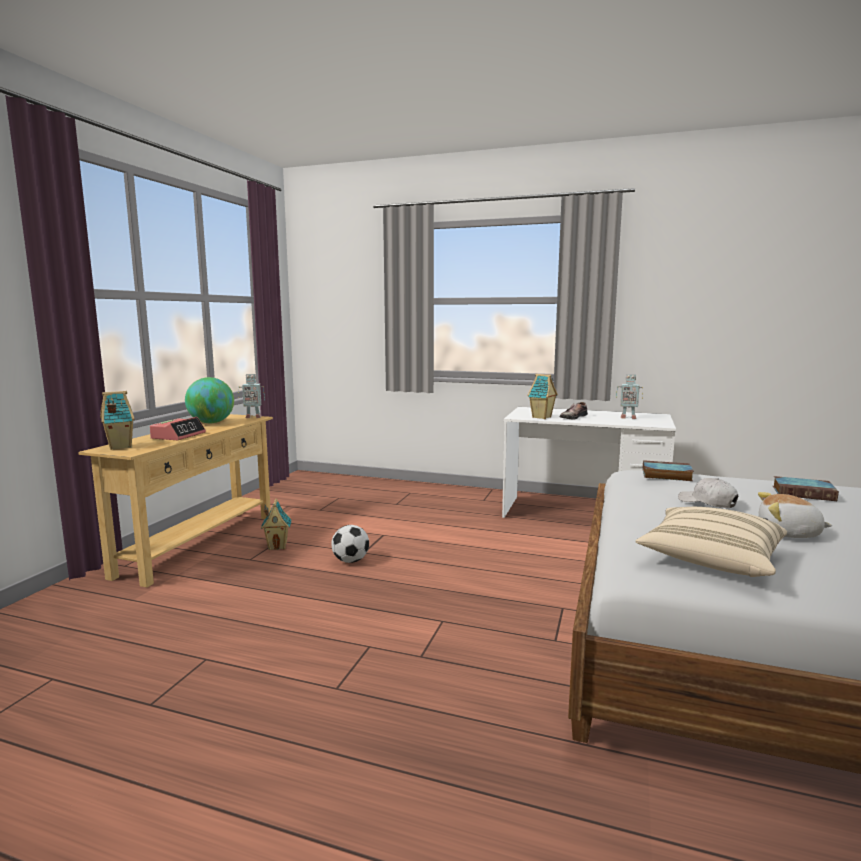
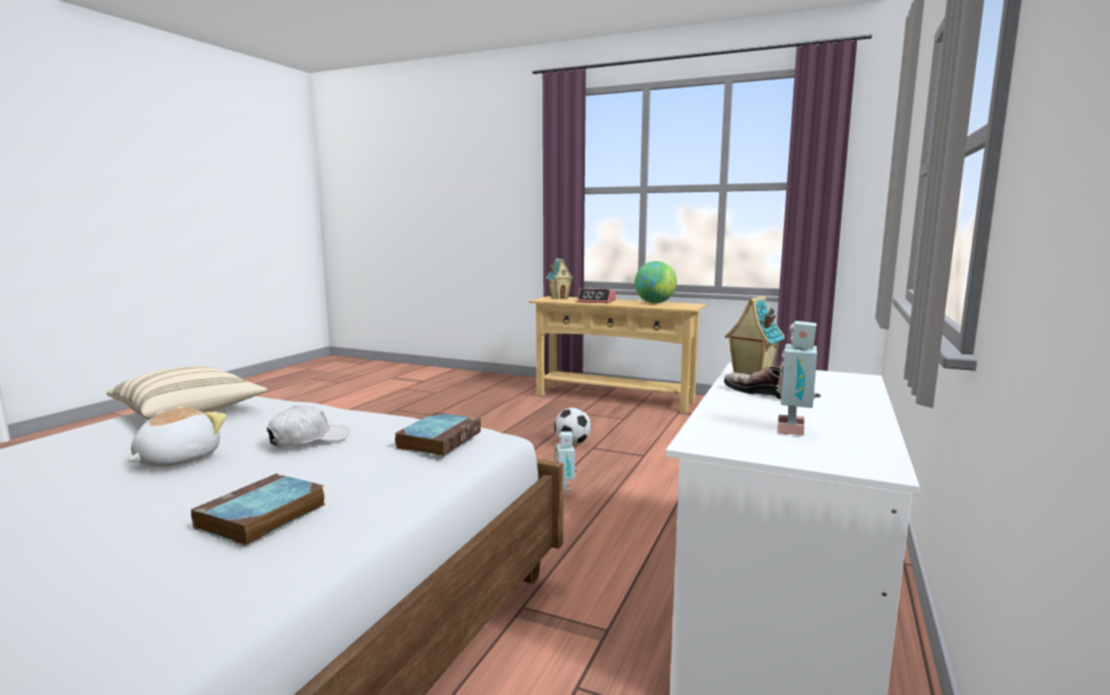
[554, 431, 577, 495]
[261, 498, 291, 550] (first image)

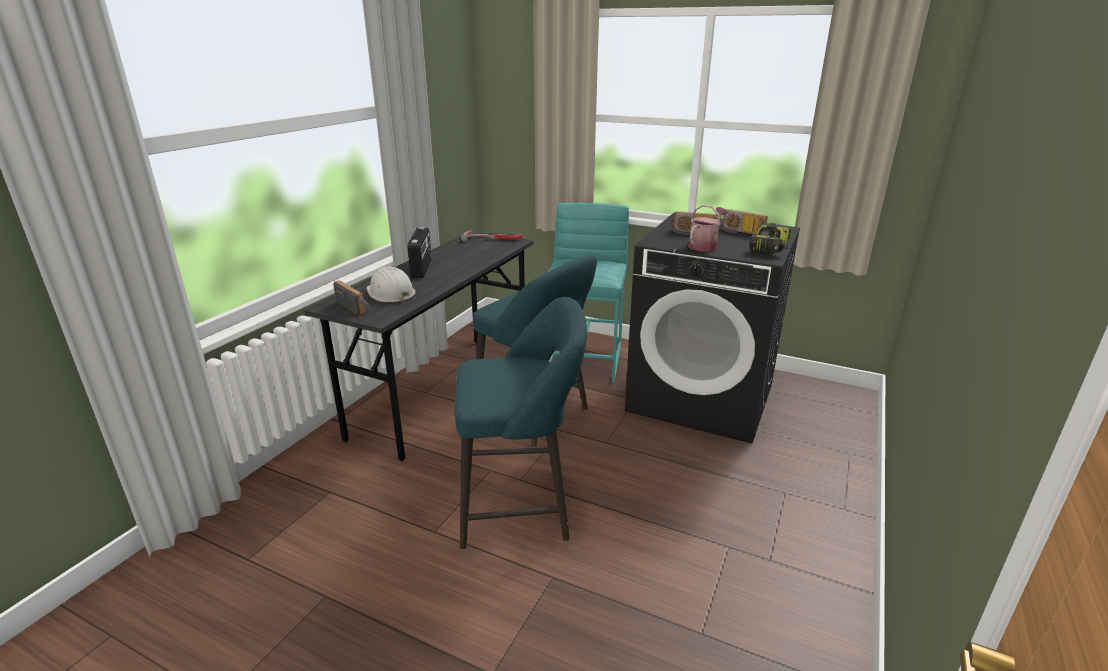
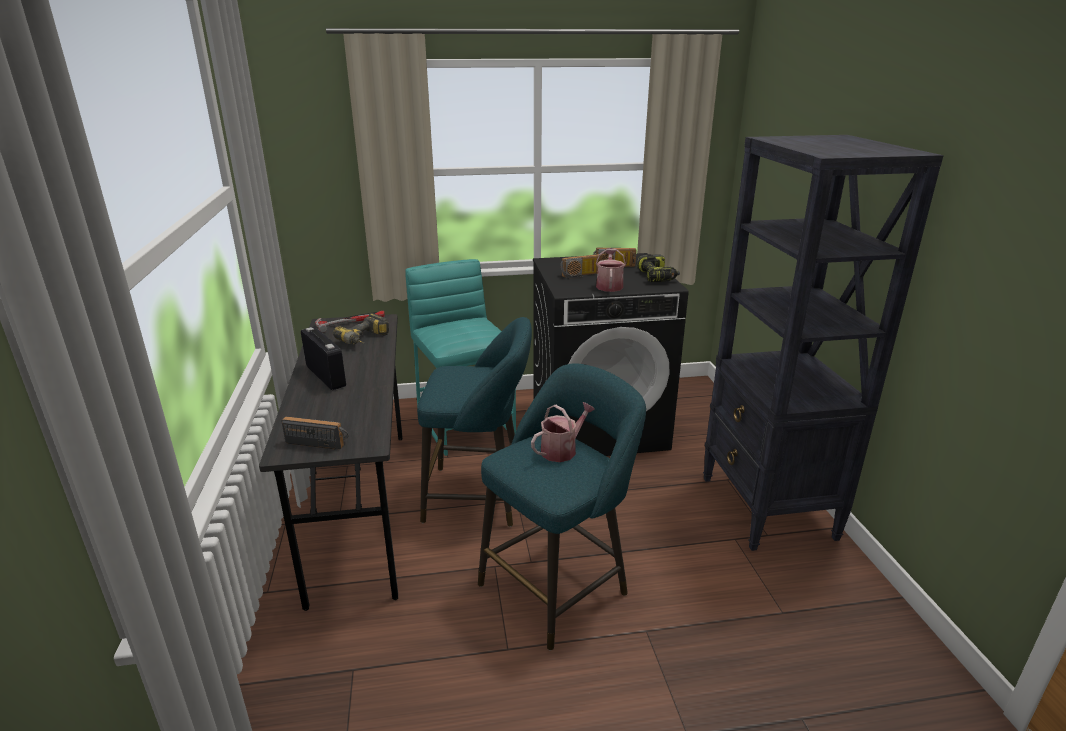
[367, 266, 416, 303] (first image)
[333, 313, 389, 345]
[531, 402, 595, 462]
[703, 135, 944, 551]

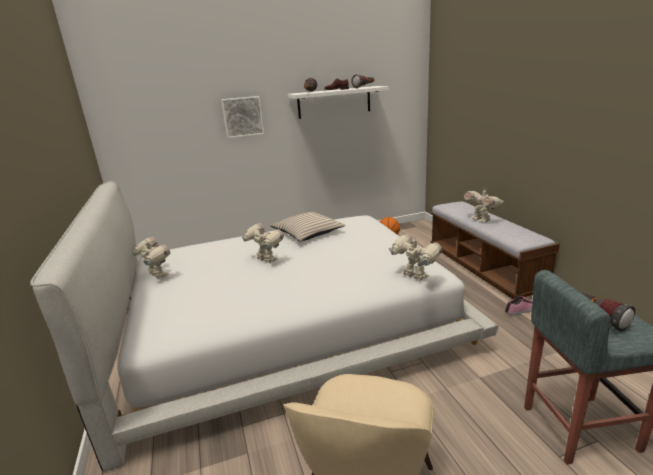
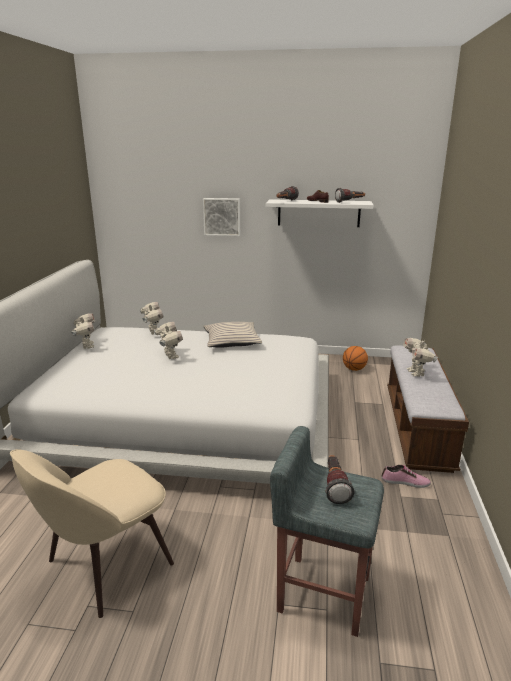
[140, 302, 163, 335]

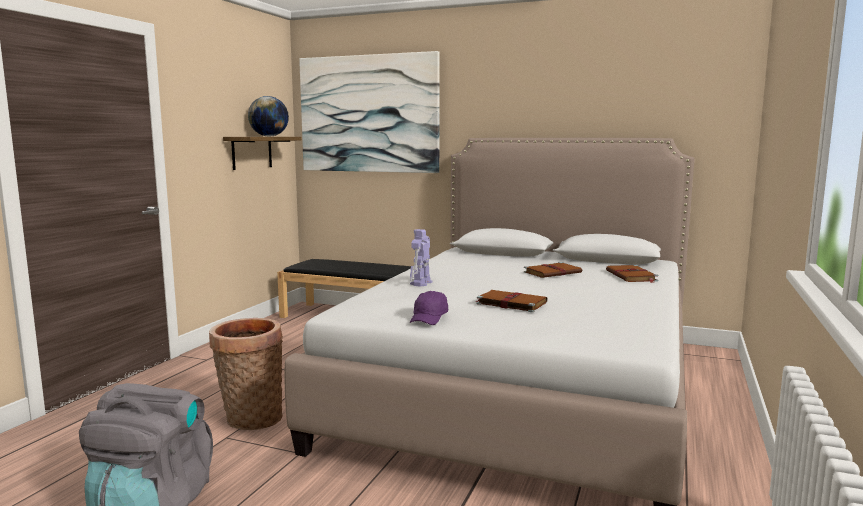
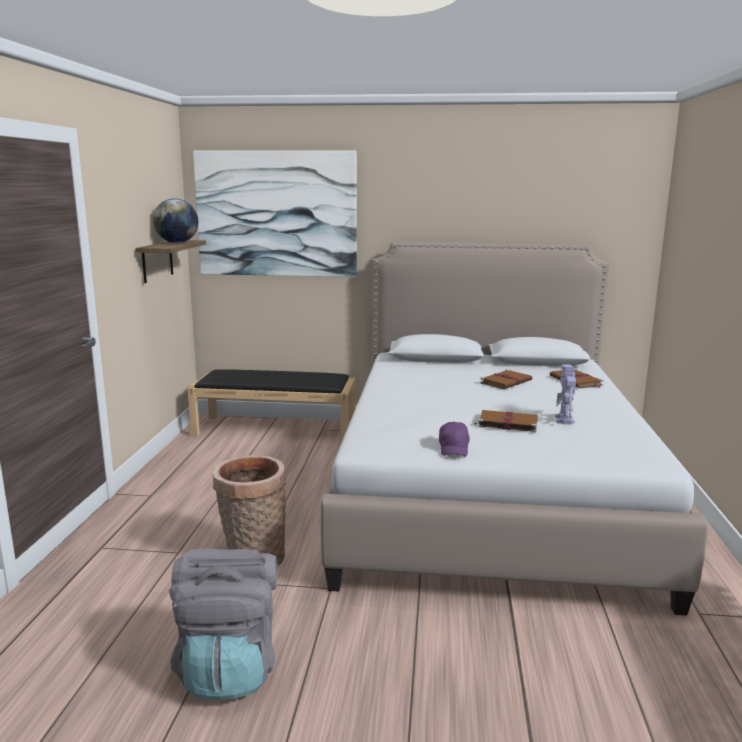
[554, 364, 576, 425]

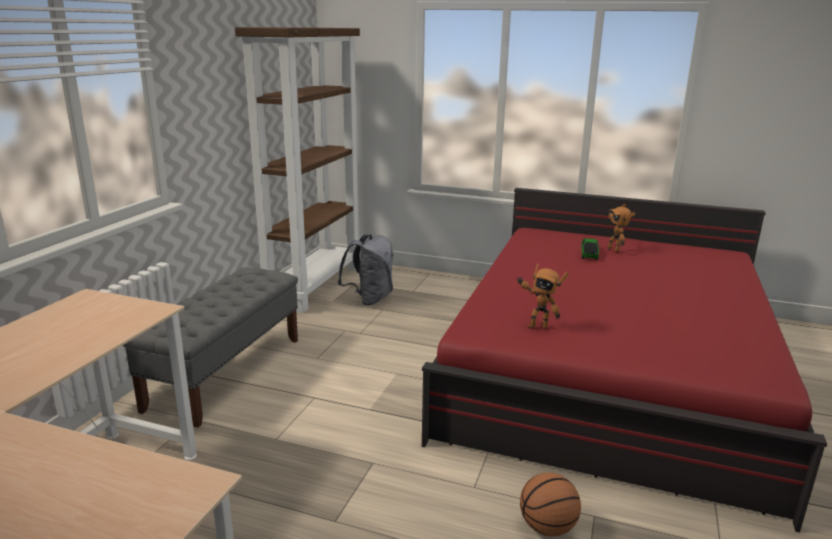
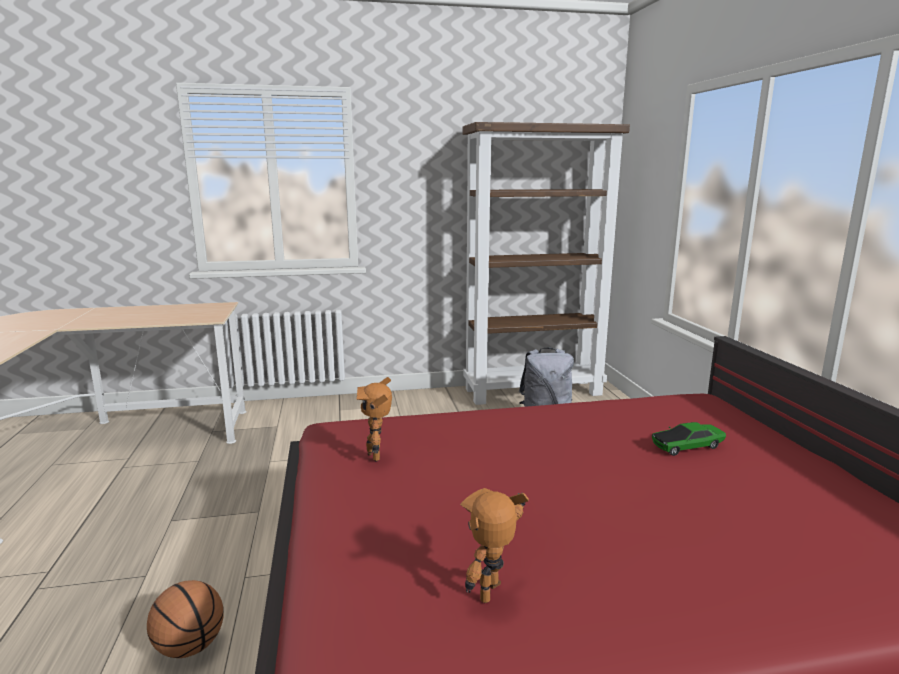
[123, 267, 298, 428] (first image)
[460, 488, 529, 603]

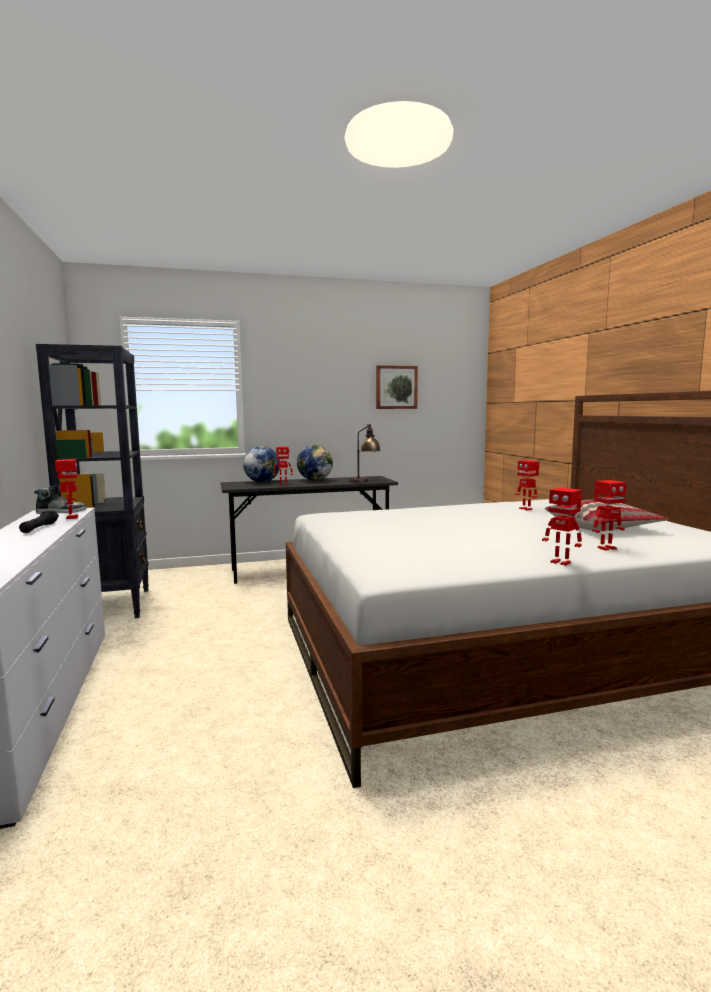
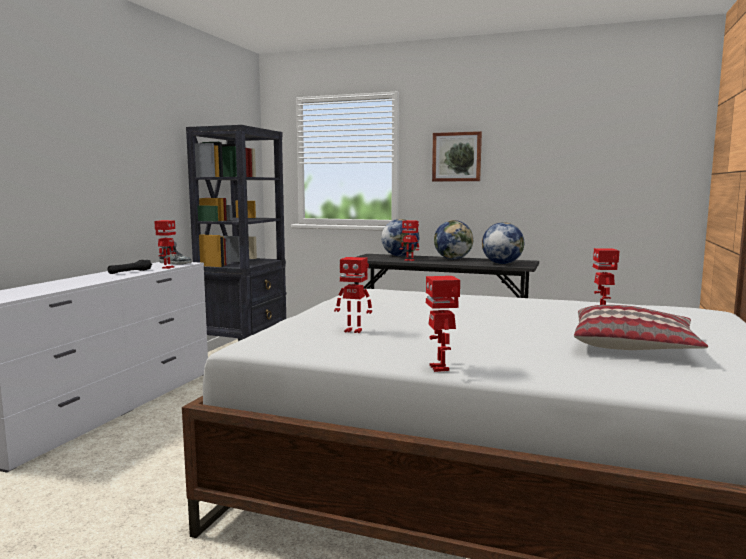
[482, 222, 524, 264]
[432, 131, 482, 181]
[334, 257, 372, 333]

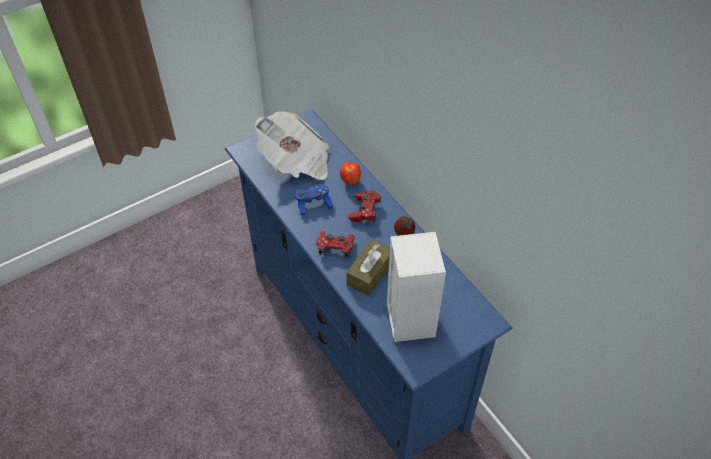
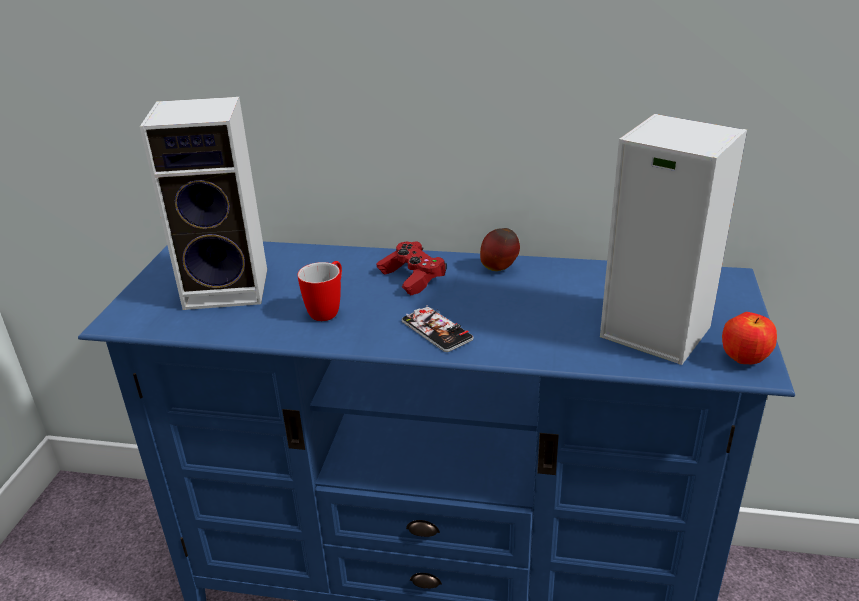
[140, 97, 267, 310]
[297, 261, 342, 321]
[402, 305, 474, 352]
[722, 312, 777, 364]
[346, 239, 390, 296] (first image)

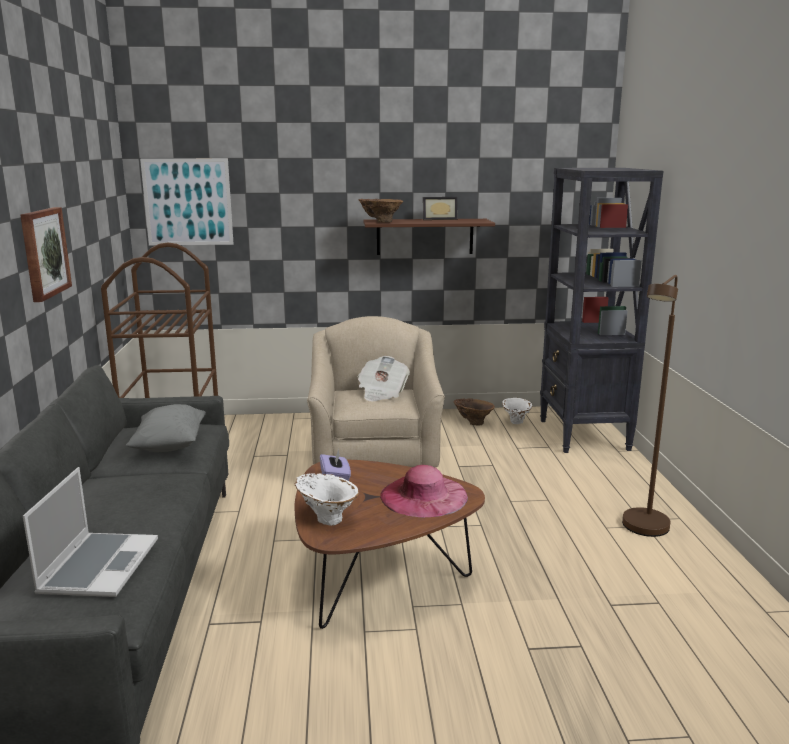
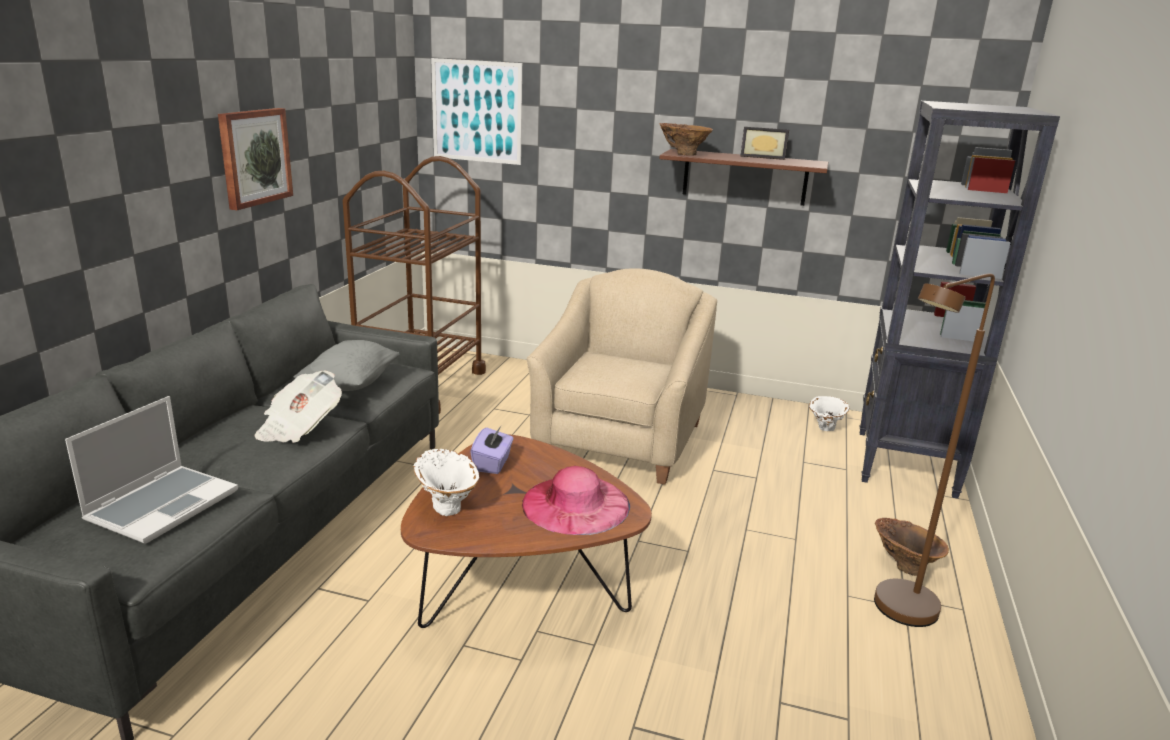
[254, 371, 342, 443]
[875, 518, 949, 576]

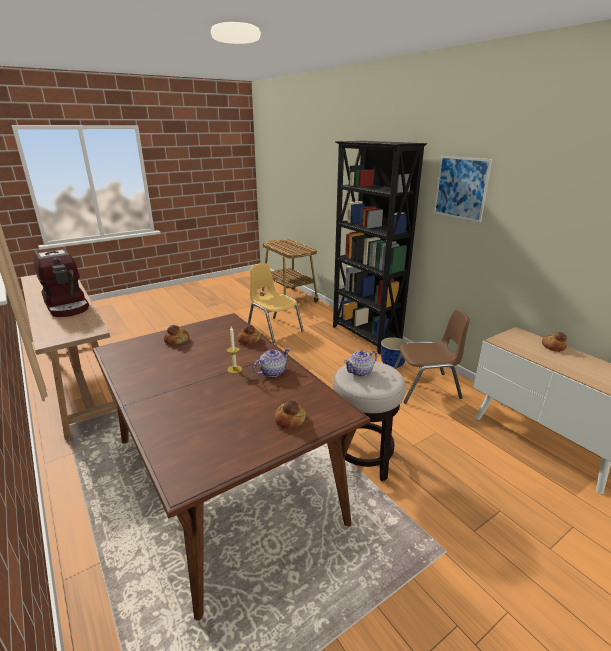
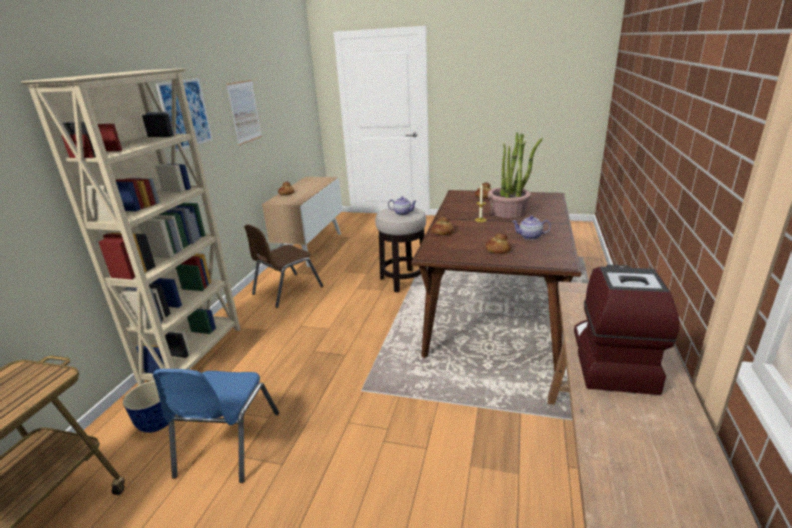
[153, 369, 279, 483]
[512, 215, 551, 240]
[21, 68, 240, 385]
[123, 381, 168, 433]
[244, 224, 323, 308]
[226, 80, 262, 146]
[488, 132, 543, 218]

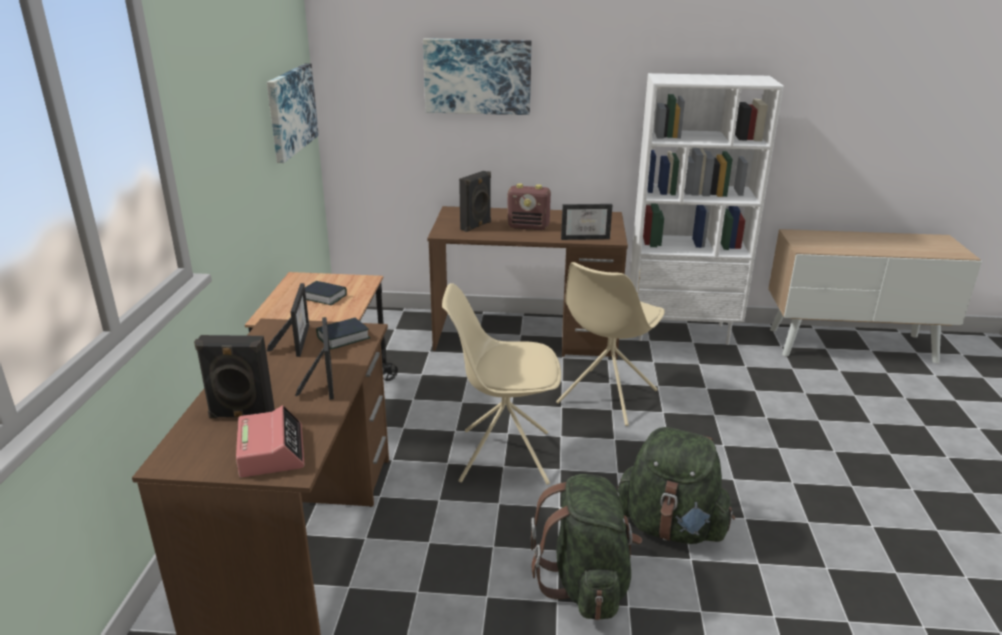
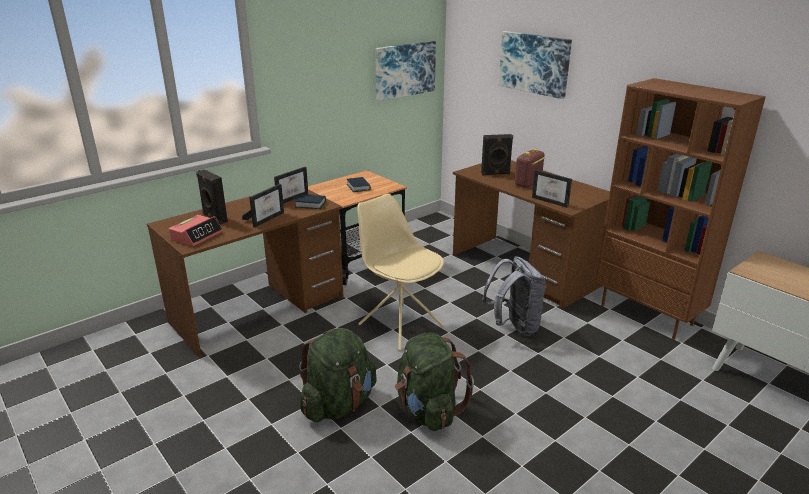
[515, 148, 545, 188]
[482, 256, 546, 336]
[595, 78, 766, 340]

